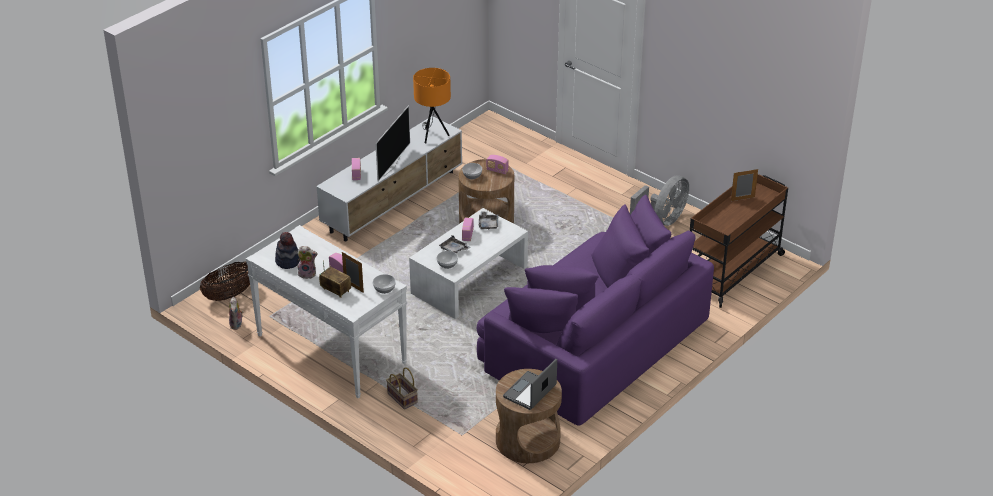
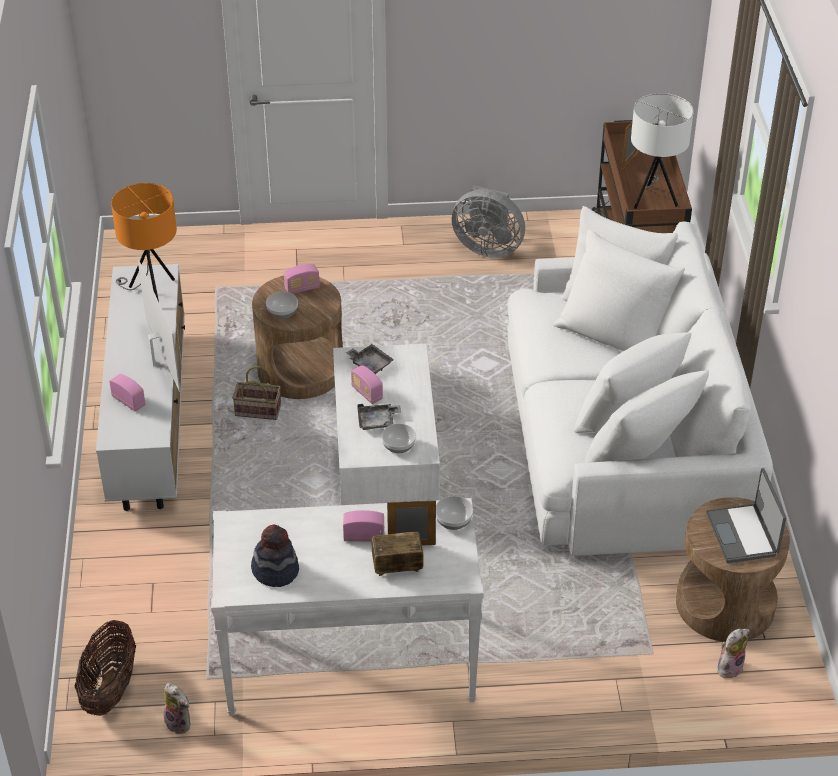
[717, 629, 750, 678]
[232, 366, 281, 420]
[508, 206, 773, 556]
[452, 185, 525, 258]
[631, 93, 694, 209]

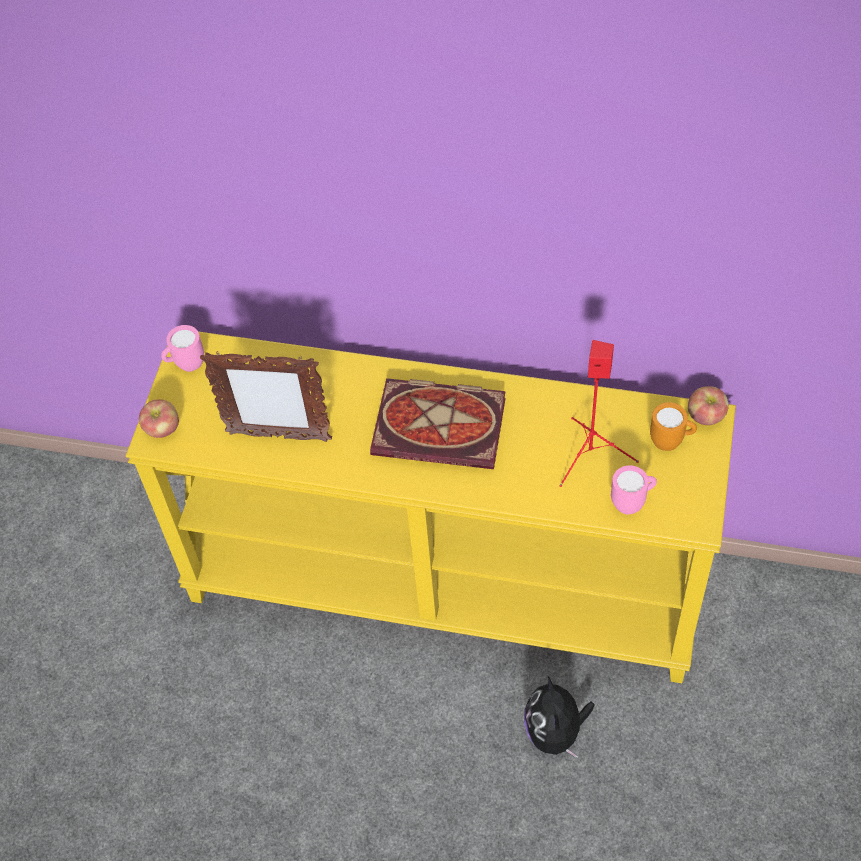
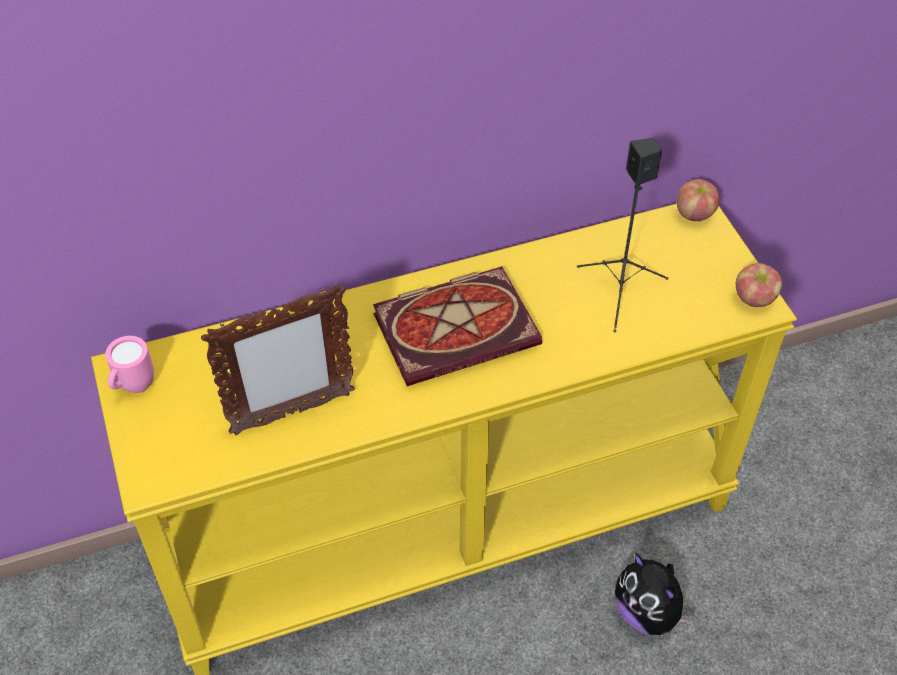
[736, 263, 782, 307]
[577, 138, 668, 332]
[611, 465, 657, 515] (first image)
[650, 402, 697, 451] (first image)

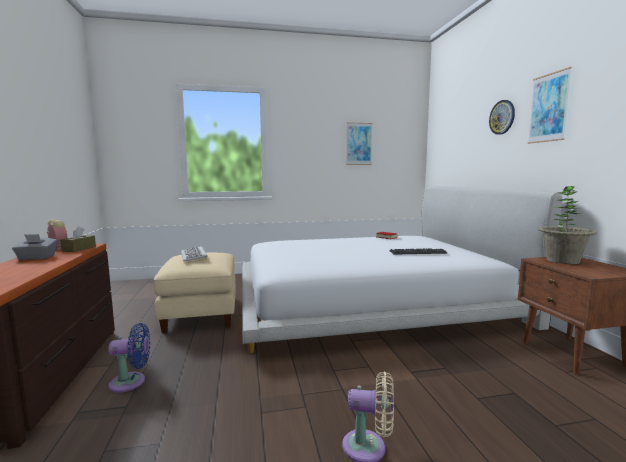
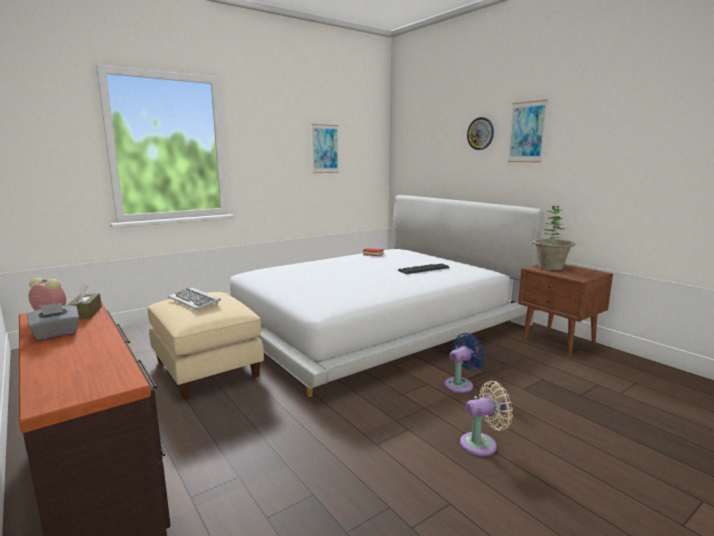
[444, 333, 486, 393]

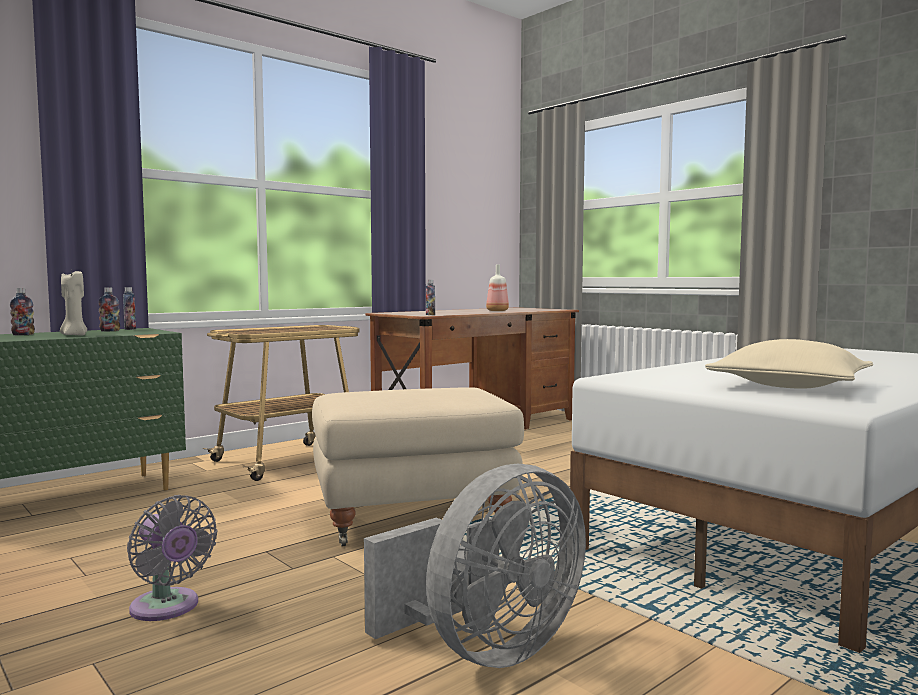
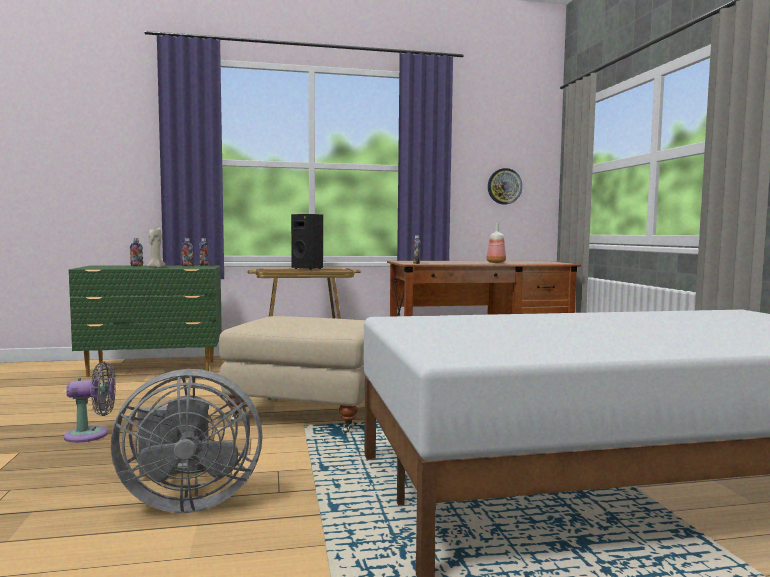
[64, 362, 116, 443]
[705, 339, 873, 389] (first image)
[291, 214, 323, 270]
[488, 168, 522, 205]

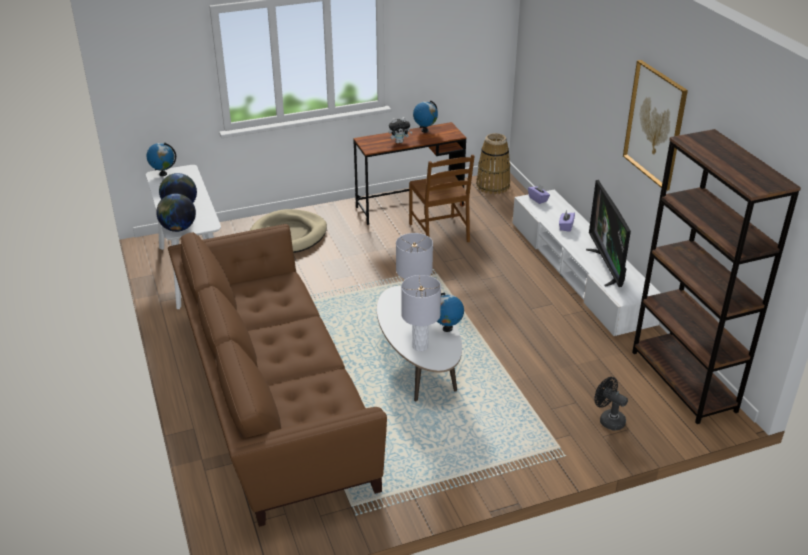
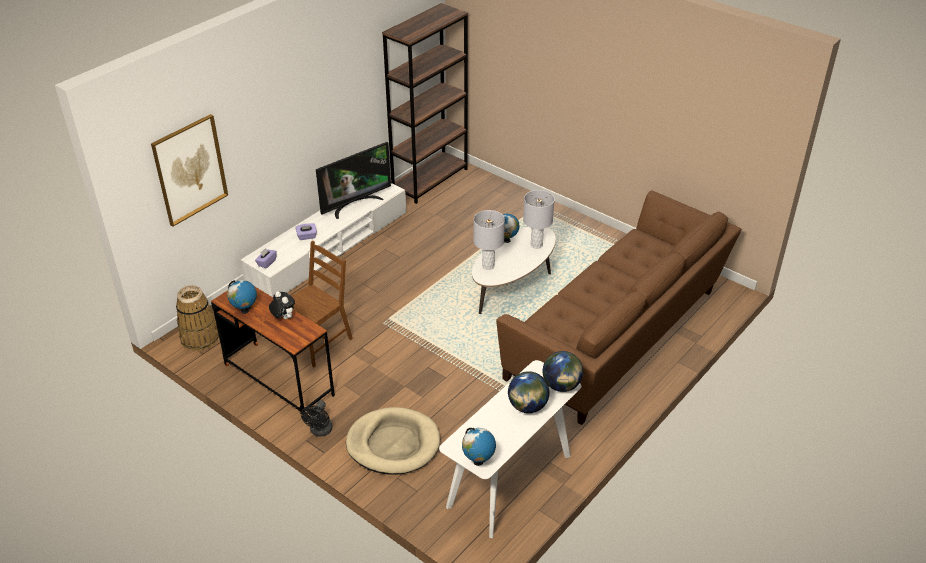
[301, 400, 333, 436]
[151, 114, 228, 226]

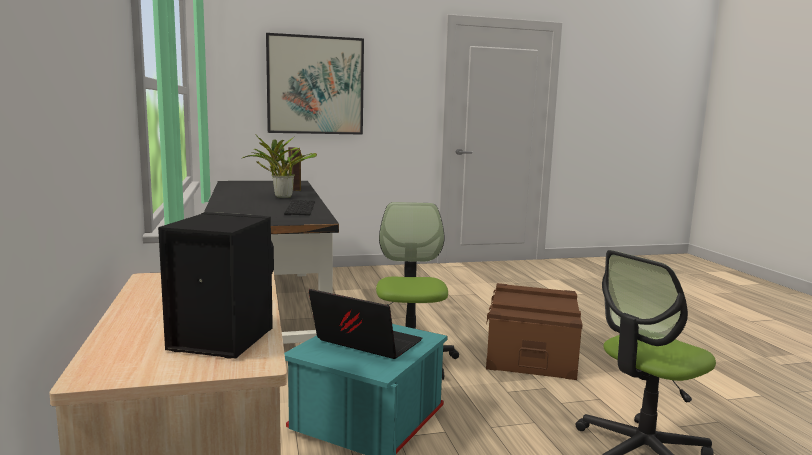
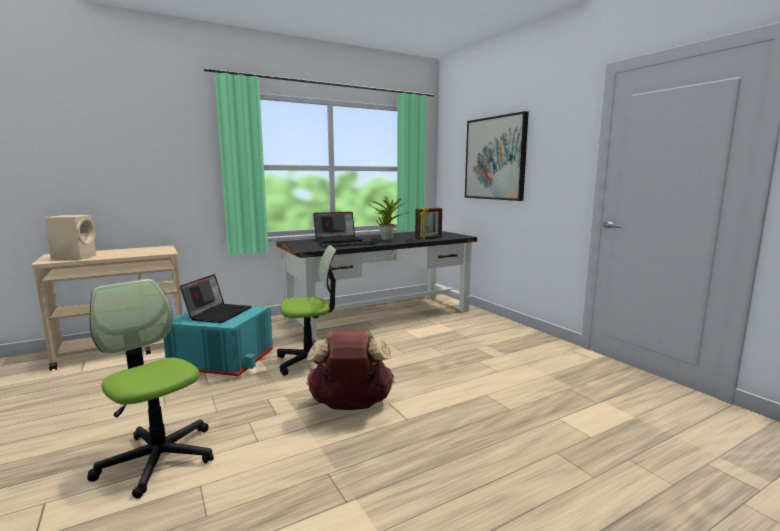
[44, 215, 96, 260]
[307, 330, 394, 410]
[313, 212, 363, 243]

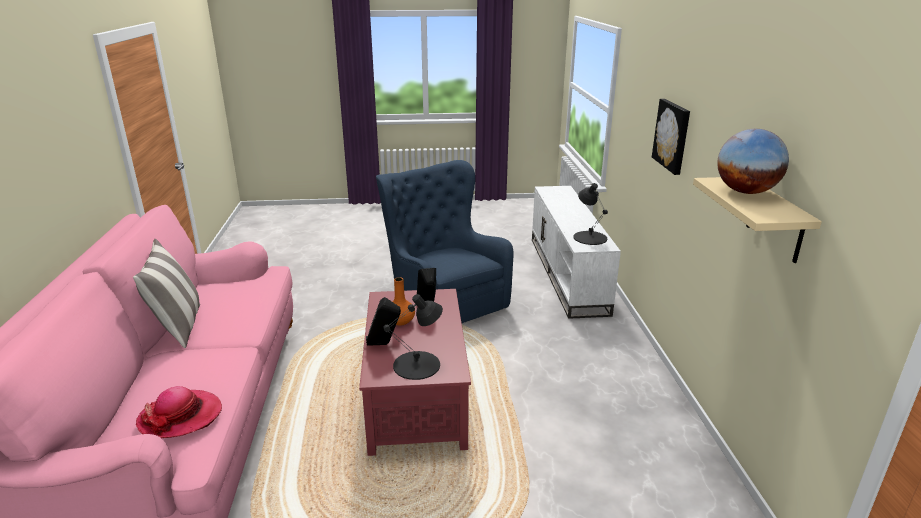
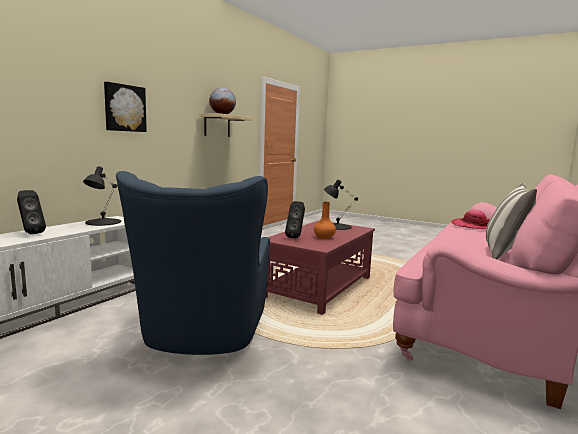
[17, 190, 46, 234]

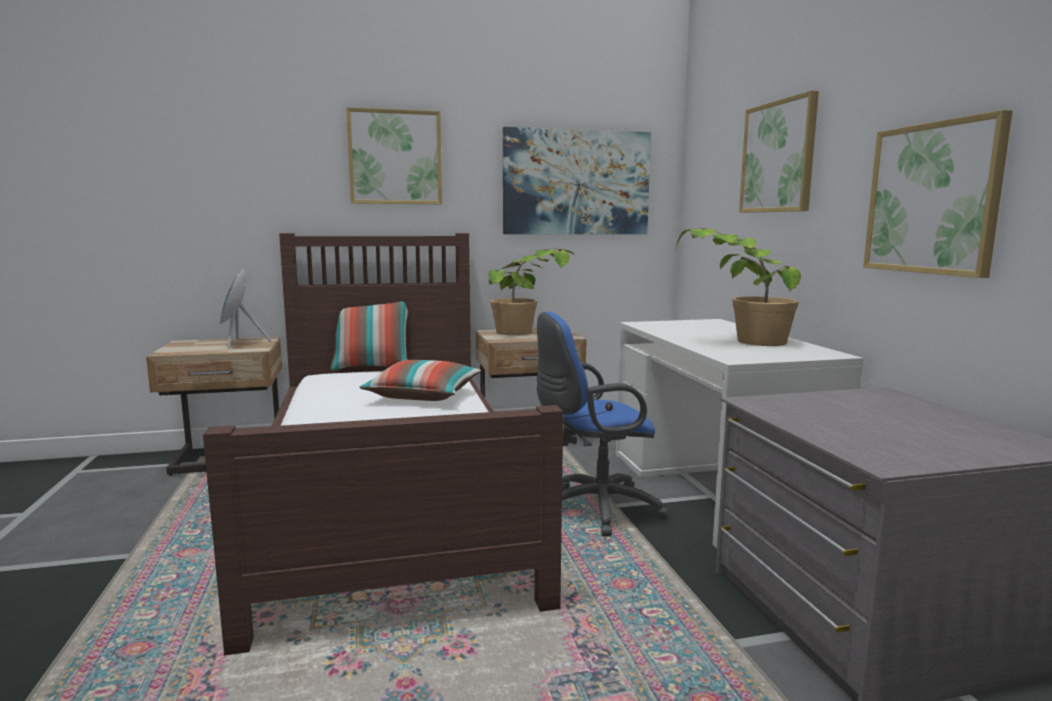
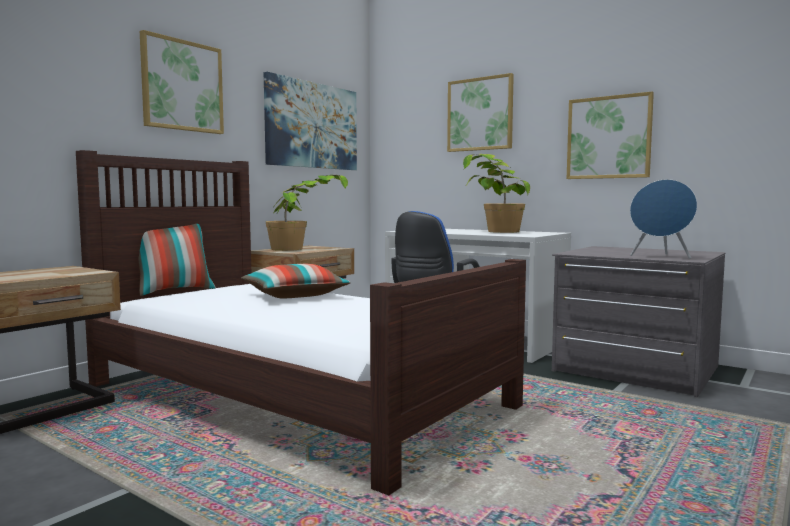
[630, 179, 697, 259]

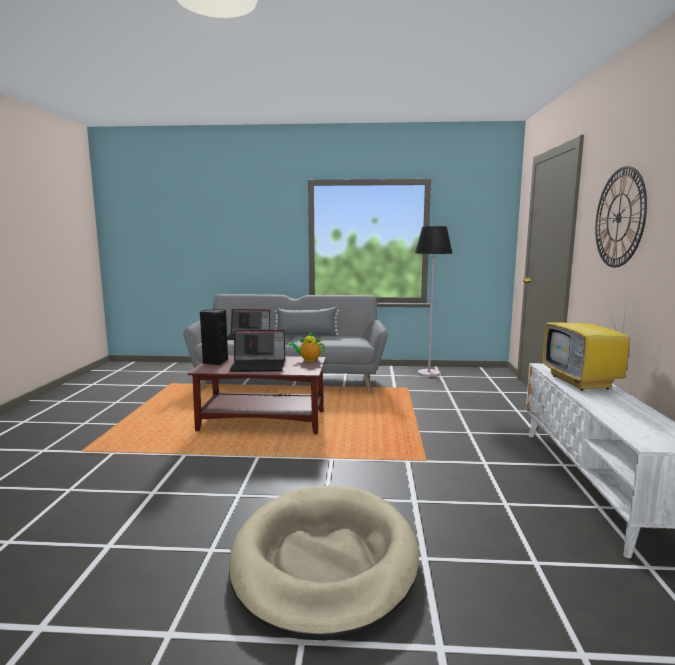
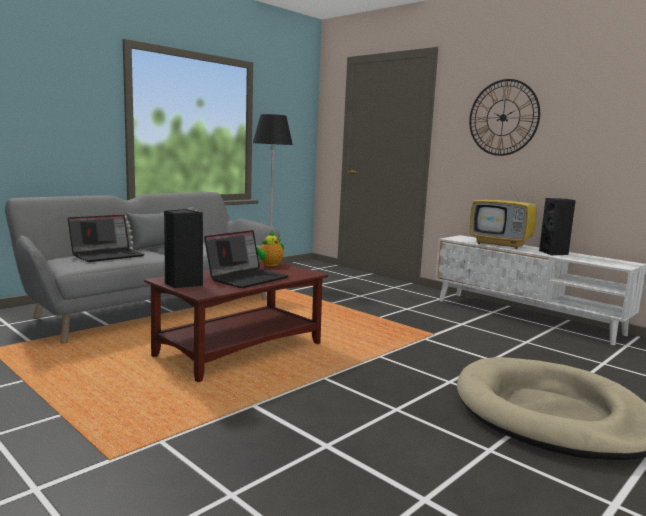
[539, 198, 576, 255]

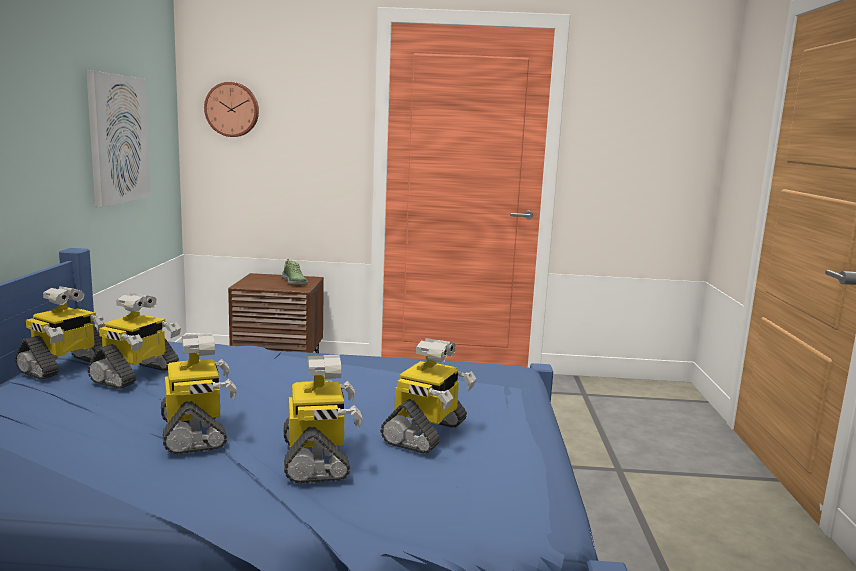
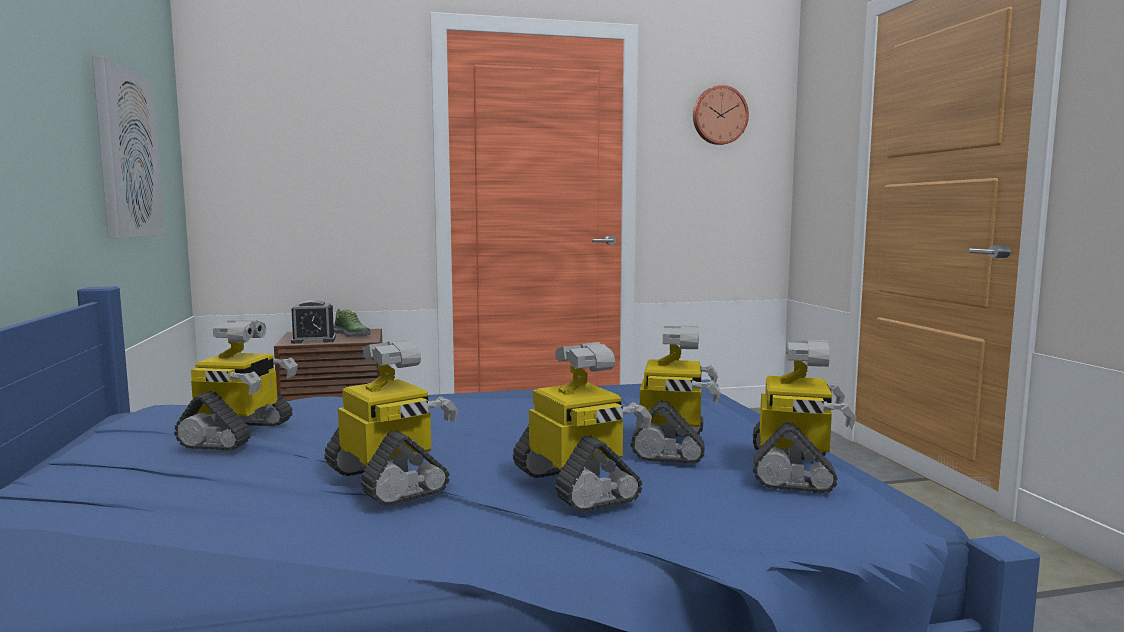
[753, 340, 856, 493]
[693, 85, 749, 145]
[291, 300, 336, 344]

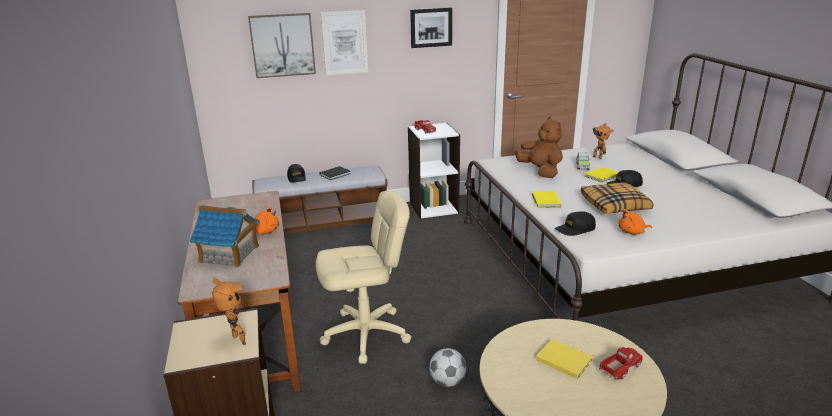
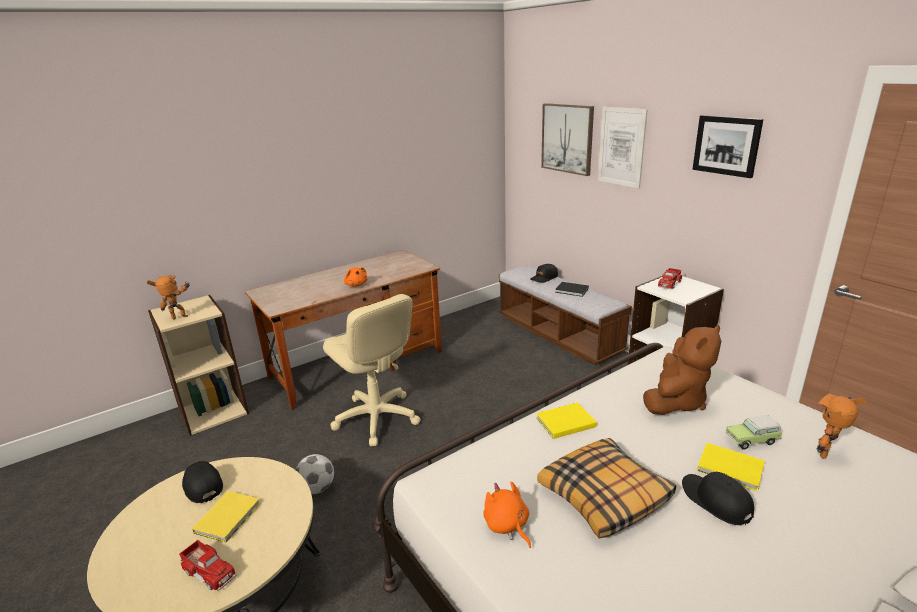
[190, 205, 260, 267] (first image)
[147, 275, 190, 319]
[182, 461, 223, 503]

